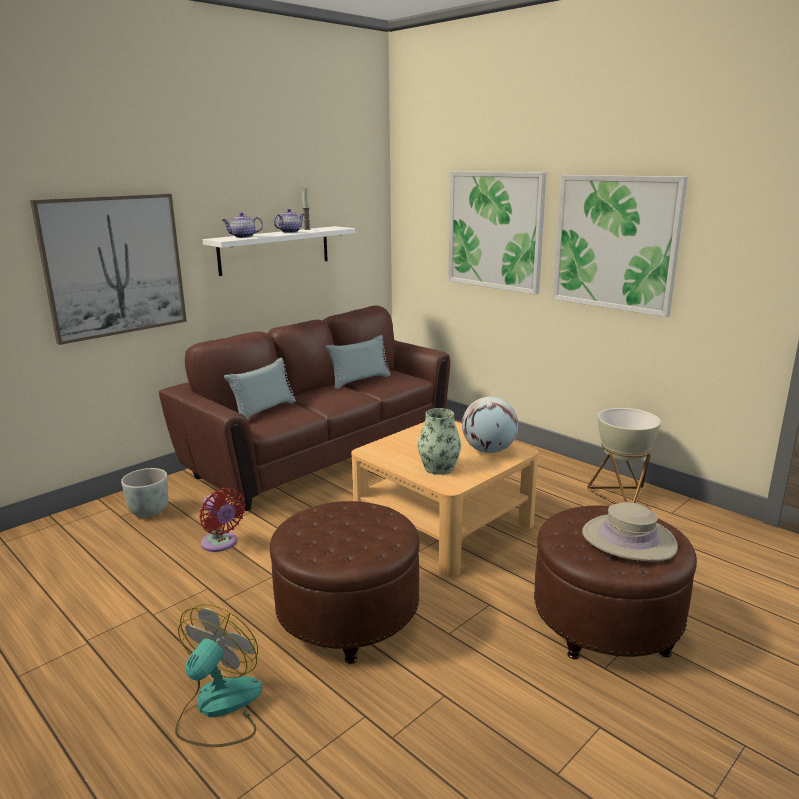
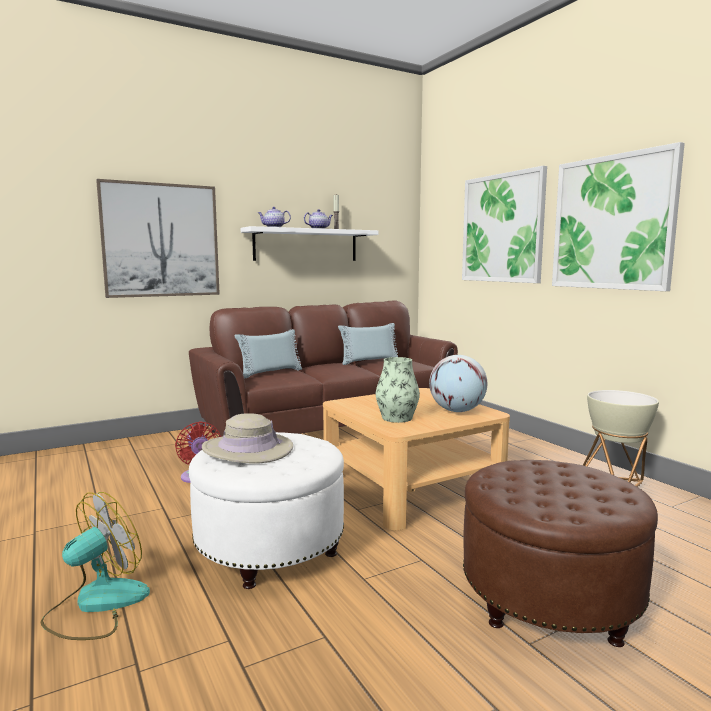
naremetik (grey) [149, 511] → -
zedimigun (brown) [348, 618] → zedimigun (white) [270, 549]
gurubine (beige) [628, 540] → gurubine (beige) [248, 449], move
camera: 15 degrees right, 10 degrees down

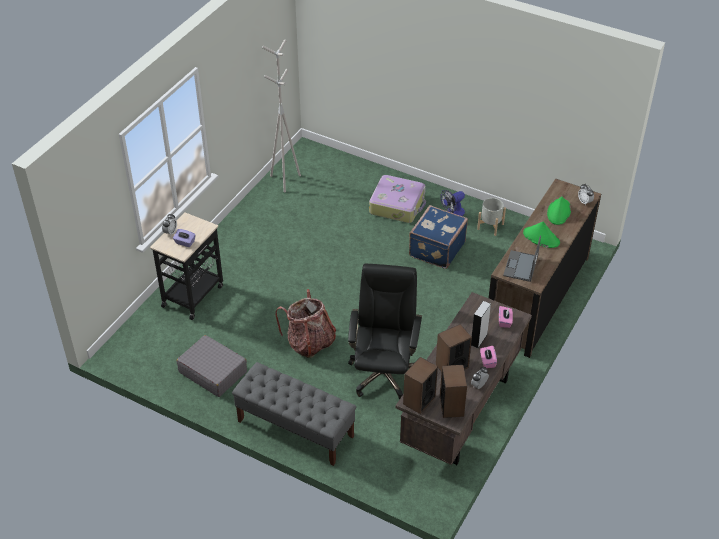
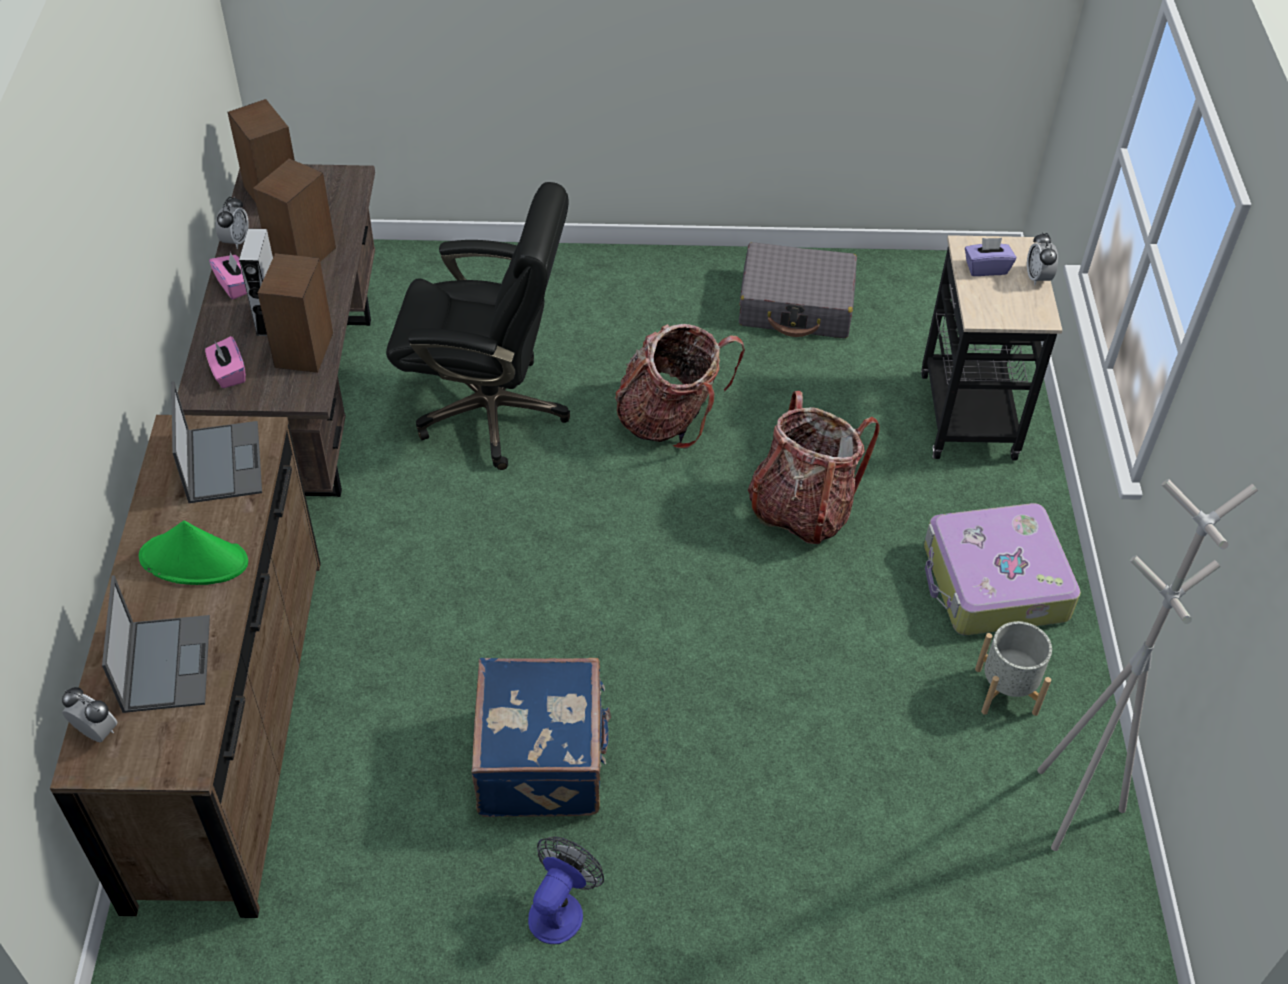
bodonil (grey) [295, 428] → -
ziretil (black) [383, 376] → ziretil (black) [488, 412], 60 degrees counterclockwise
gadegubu [397, 205] → gadegubu [993, 583], move
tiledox [419, 400] → tiledox [304, 350], move
naremetik (grey) [490, 226] → naremetik (grey) [1006, 691], move
gurubine (green) [558, 212] → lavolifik [166, 662]
- → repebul [801, 508]
camera: 150 degrees right, 5 degrees up

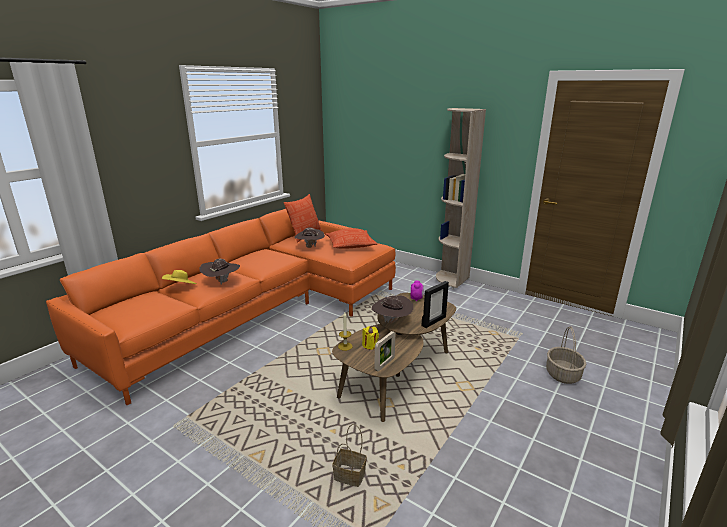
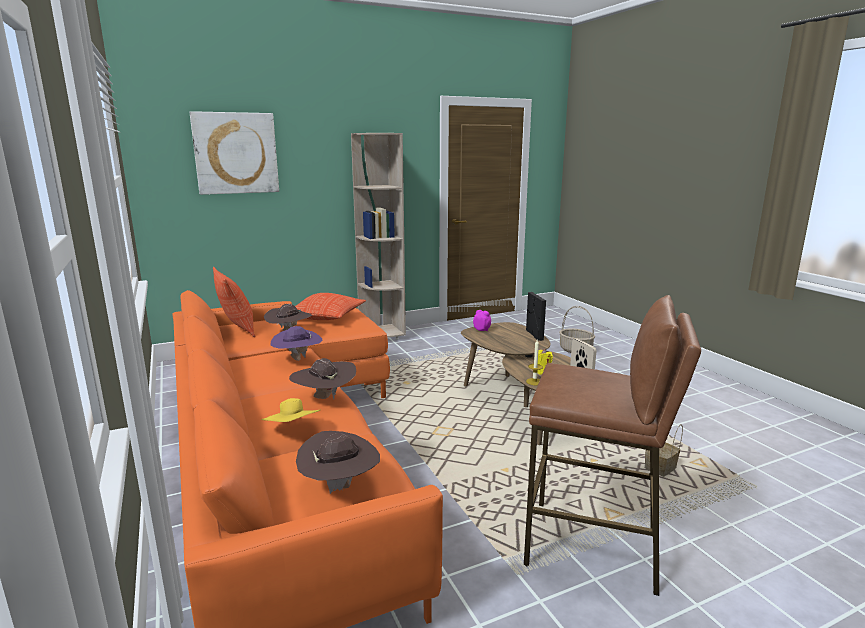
gurubine (brown) [392, 322] → gurubine (brown) [340, 486], move
- → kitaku [236, 153]
- → gurubine (purple) [298, 360]
- → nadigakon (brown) [593, 546]
camera: 60 degrees left, 5 degrees down

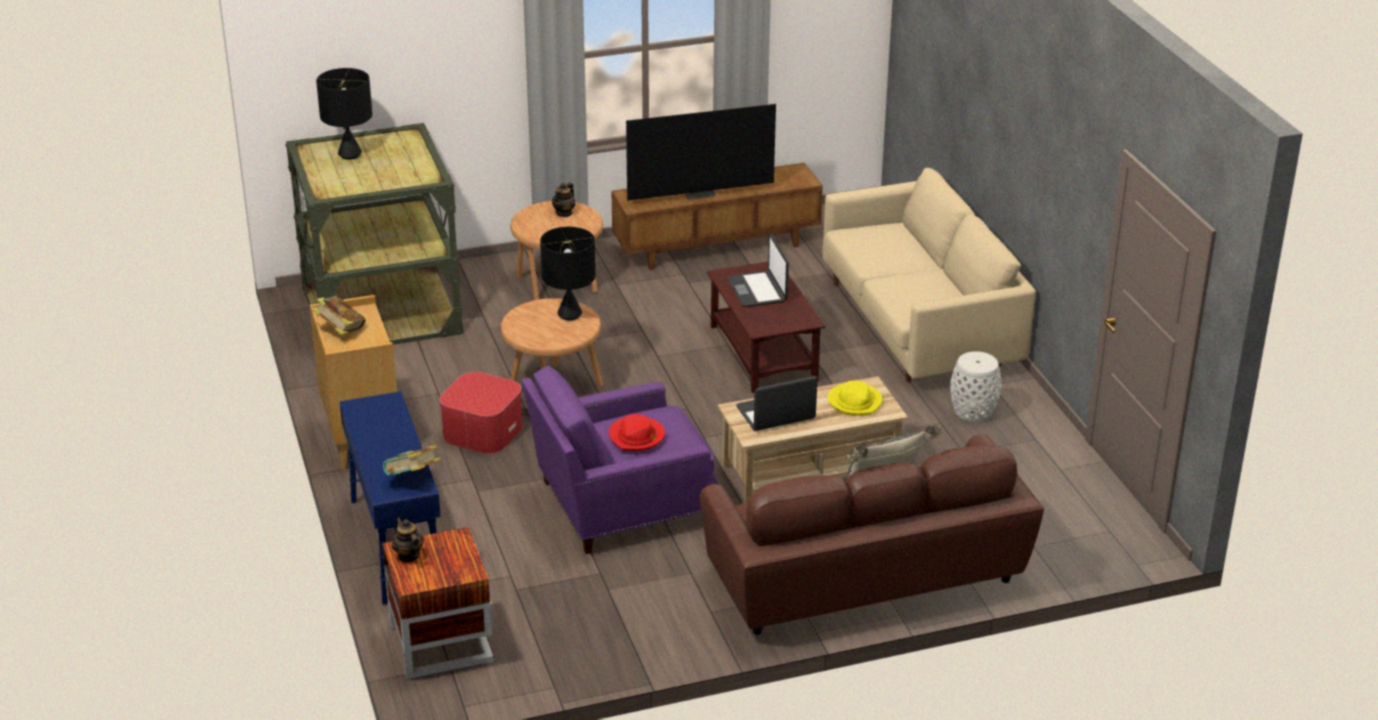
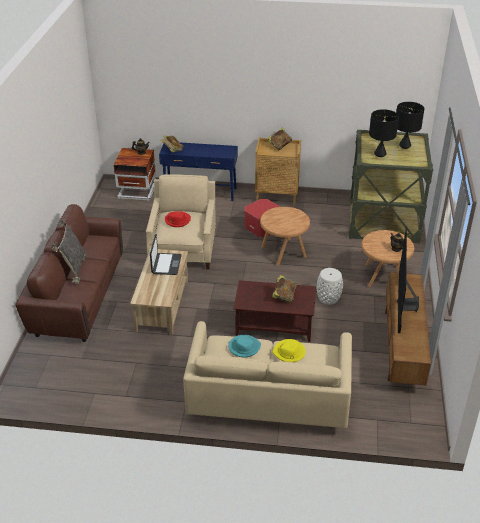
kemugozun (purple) [622, 503] → kemugozun (beige) [183, 248]
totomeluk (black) [570, 315] → totomeluk (black) [380, 154], move
lavolifik [757, 290] → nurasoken [284, 297]
gurubine (yellow) [855, 402] → gurubine (yellow) [289, 352], move
nadigakon (white) [973, 411] → nadigakon (white) [328, 298], move
- → gurubine (turquoise) [244, 347]
camera: 115 degrees right, 5 degrees up

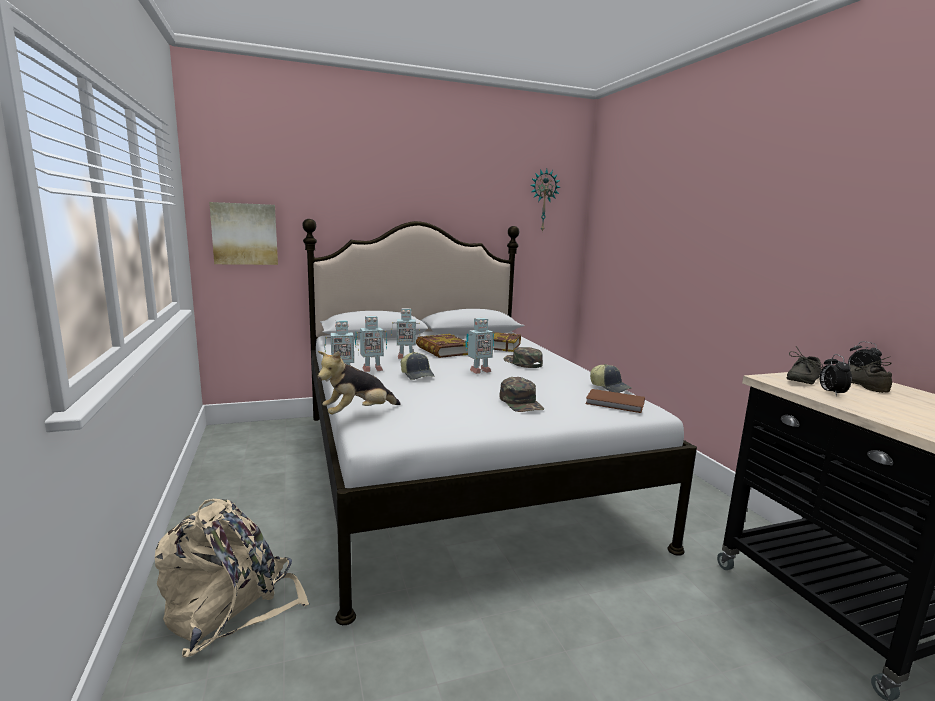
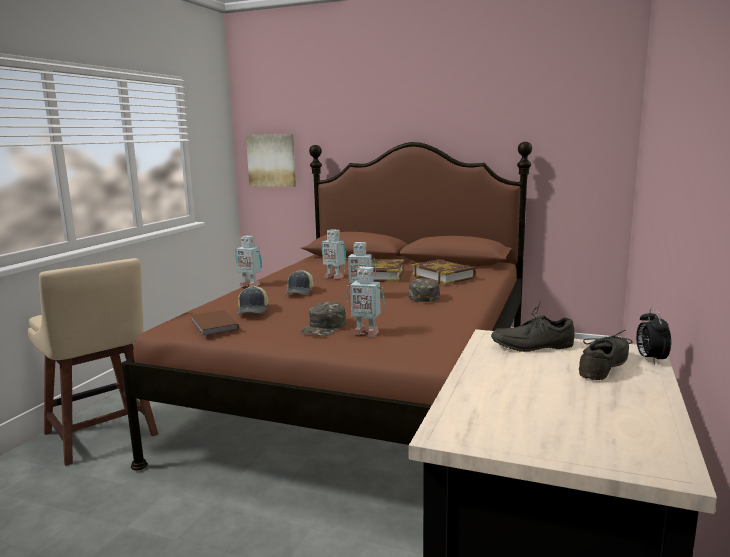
repebul (beige) [231, 608] → nadigakon (beige) [101, 436]
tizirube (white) [454, 471] → tizirube (brown) [365, 397]
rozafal [358, 414] → -
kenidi [371, 369] → kenidi [365, 332], move
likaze [543, 200] → -
nurasoken (brown) [615, 403] → nurasoken (brown) [213, 325], move
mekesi [610, 387] → mekesi [253, 310], move
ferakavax [831, 393] → -
camera: 40 degrees right, 0 degrees up

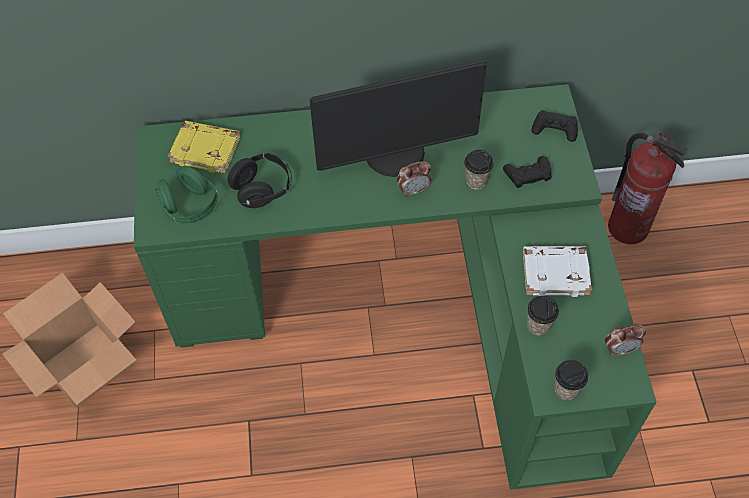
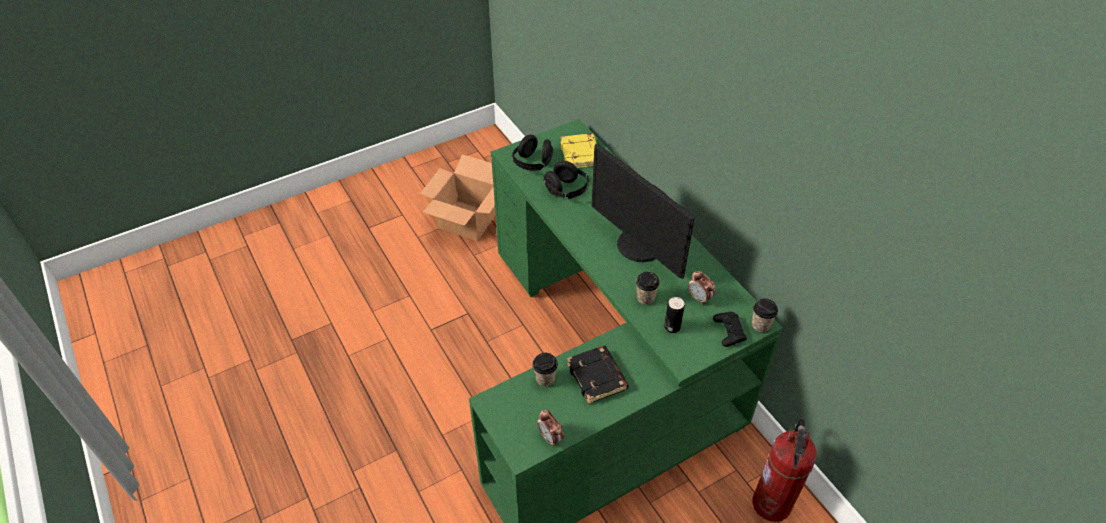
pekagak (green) [190, 207] → pekagak (black) [533, 163]
ferakavax [413, 190] → ferakavax [699, 298], move
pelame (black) [528, 174] → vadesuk [672, 327]
nurasoken (white) [556, 273] → nurasoken (black) [598, 377]
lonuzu [566, 389] → lonuzu [760, 325], move
camera: 65 degrees right, 10 degrees down

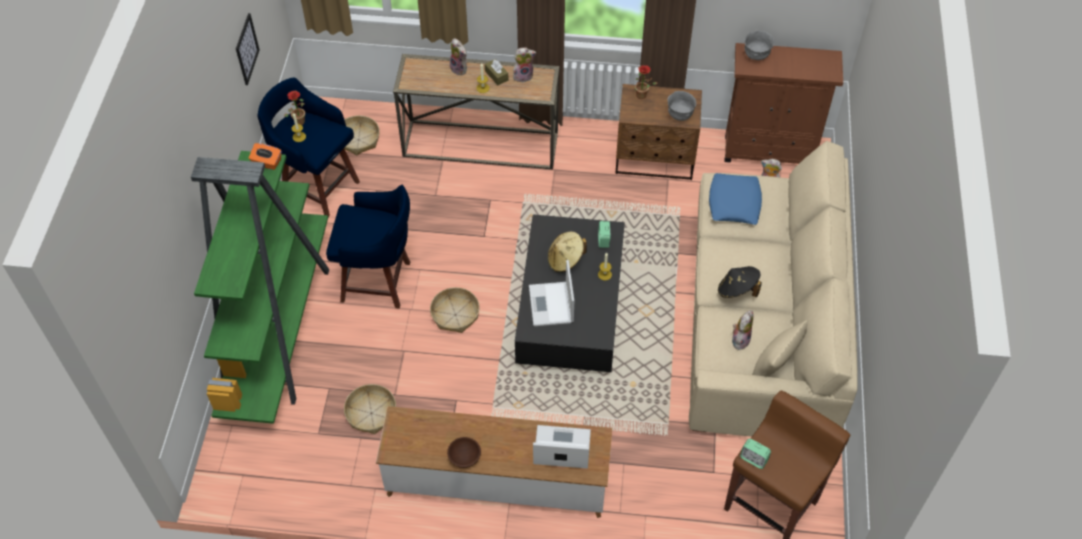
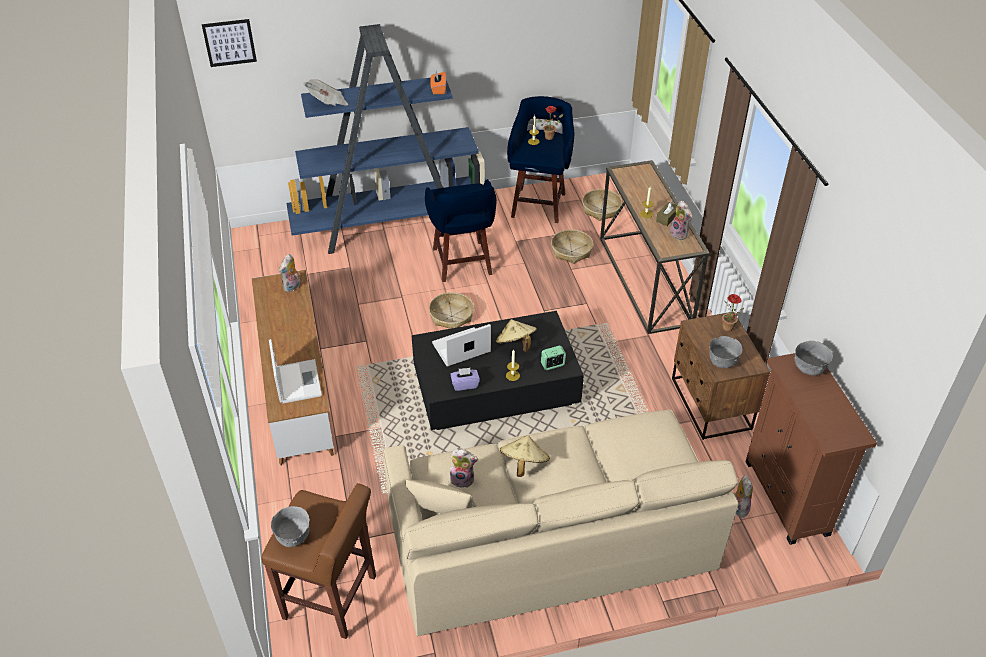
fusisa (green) [278, 328] → fusisa (blue) [393, 225]
kitaku [247, 49] → kitaku [229, 42], move
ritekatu [371, 413] → ritekatu [571, 251], move
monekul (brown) [465, 457] → -
rozafal [460, 69] → rozafal [292, 287], move
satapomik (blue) [734, 203] → -
gurubine (black) [737, 290] → gurubine (beige) [523, 464]
ferakavax [753, 459] → -
- → monekul (grey) [293, 537]
- → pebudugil [328, 103]
- → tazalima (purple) [465, 384]
camera: 70 degrees right, 10 degrees down

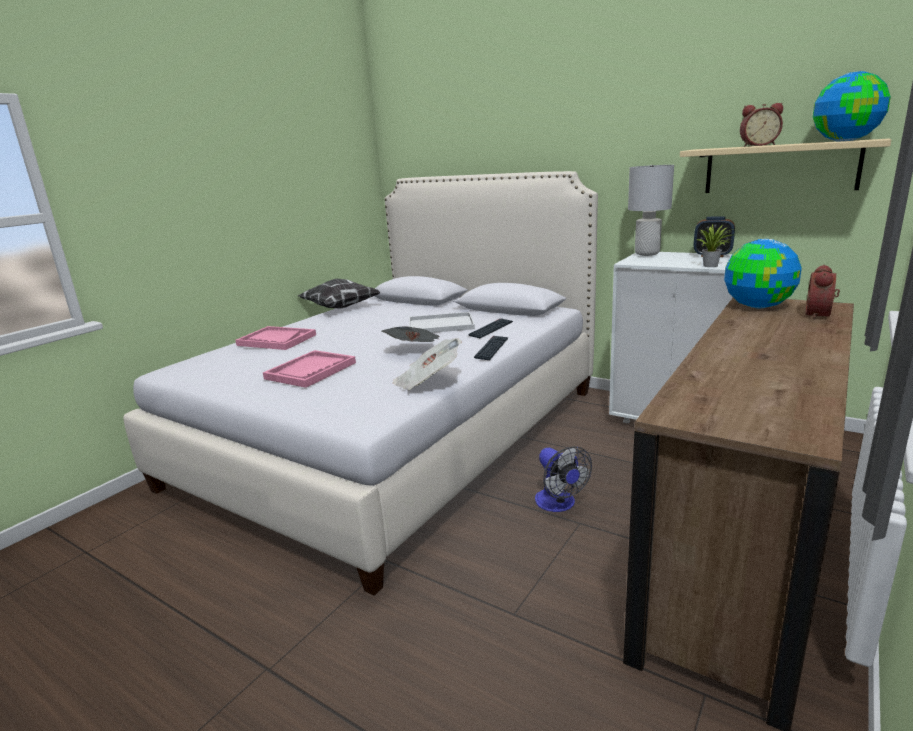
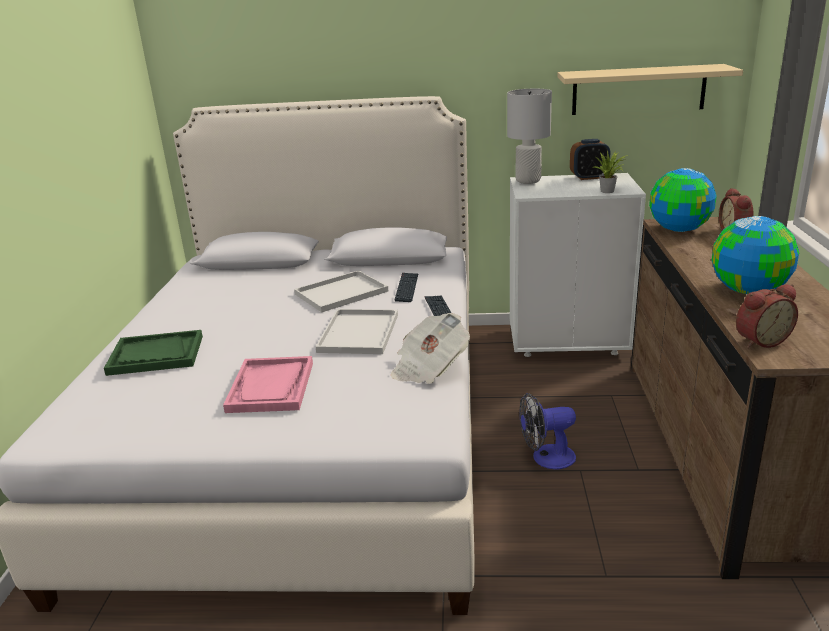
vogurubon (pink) [276, 340] → vogurubon (green) [156, 355]
satapomik [341, 308] → -
pebudugil [414, 350] → vogurubon (white) [358, 332]
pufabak [559, 504] → pufabak [546, 458], 135 degrees clockwise
ferakavax [758, 145] → ferakavax [760, 340], move
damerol [845, 141] → damerol [749, 291], move
camera: 30 degrees left, 5 degrees up

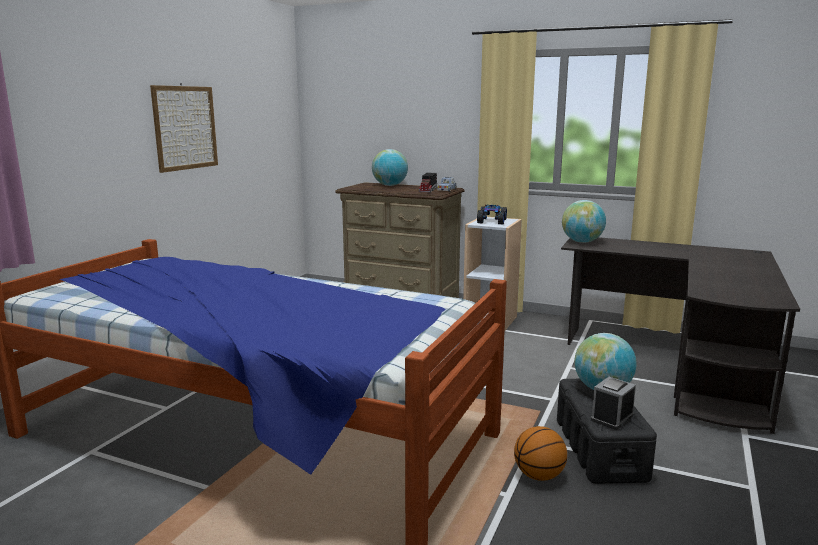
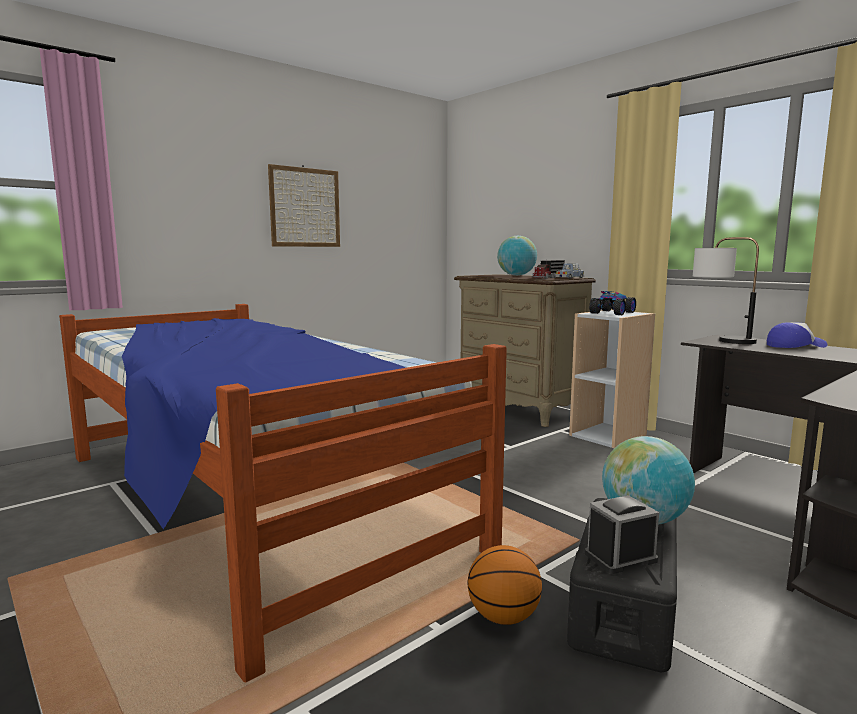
damerol [582, 242] → totomeluk [719, 340]
- → mekesi [795, 346]
camera: 25 degrees right, 5 degrees down

